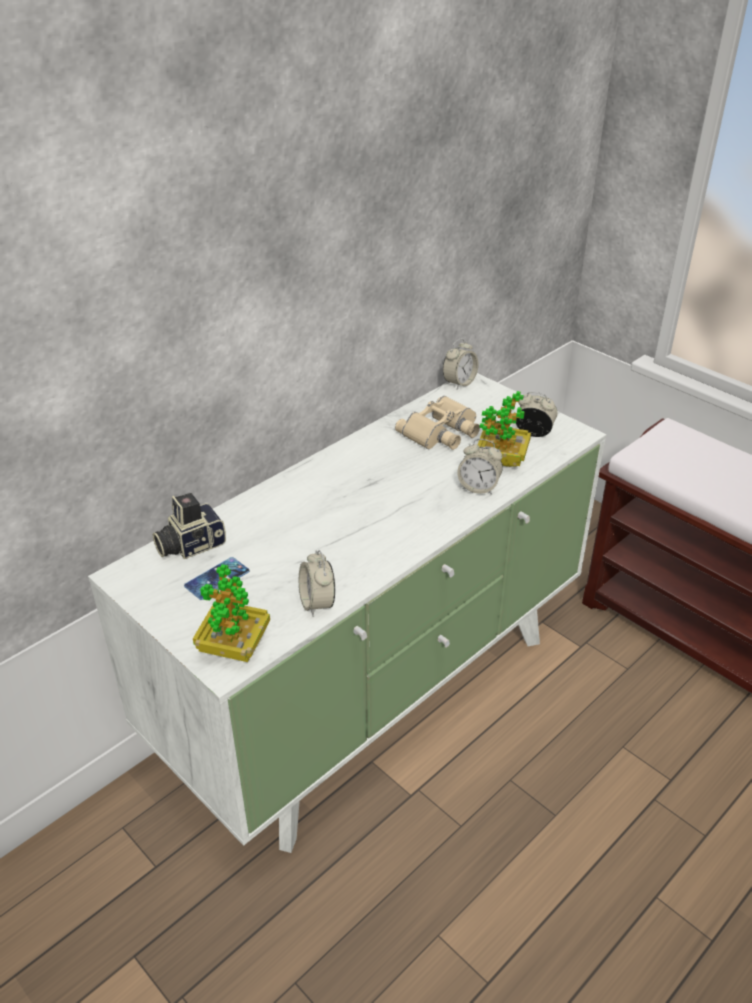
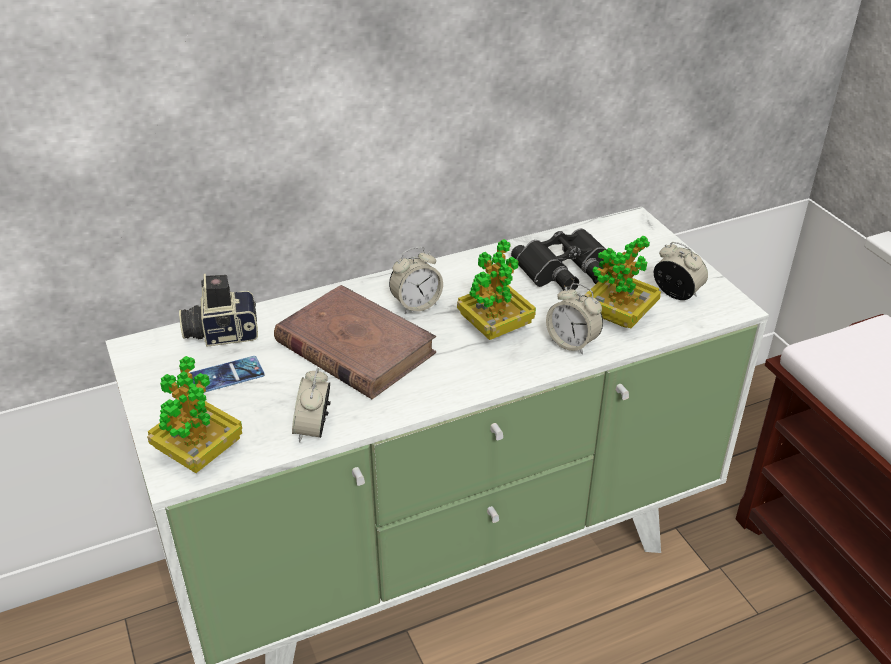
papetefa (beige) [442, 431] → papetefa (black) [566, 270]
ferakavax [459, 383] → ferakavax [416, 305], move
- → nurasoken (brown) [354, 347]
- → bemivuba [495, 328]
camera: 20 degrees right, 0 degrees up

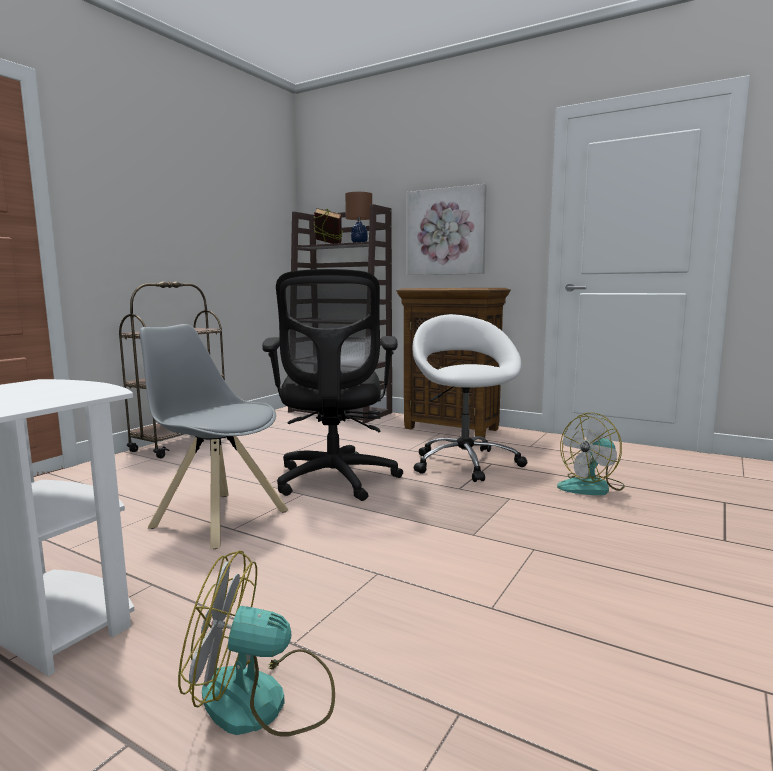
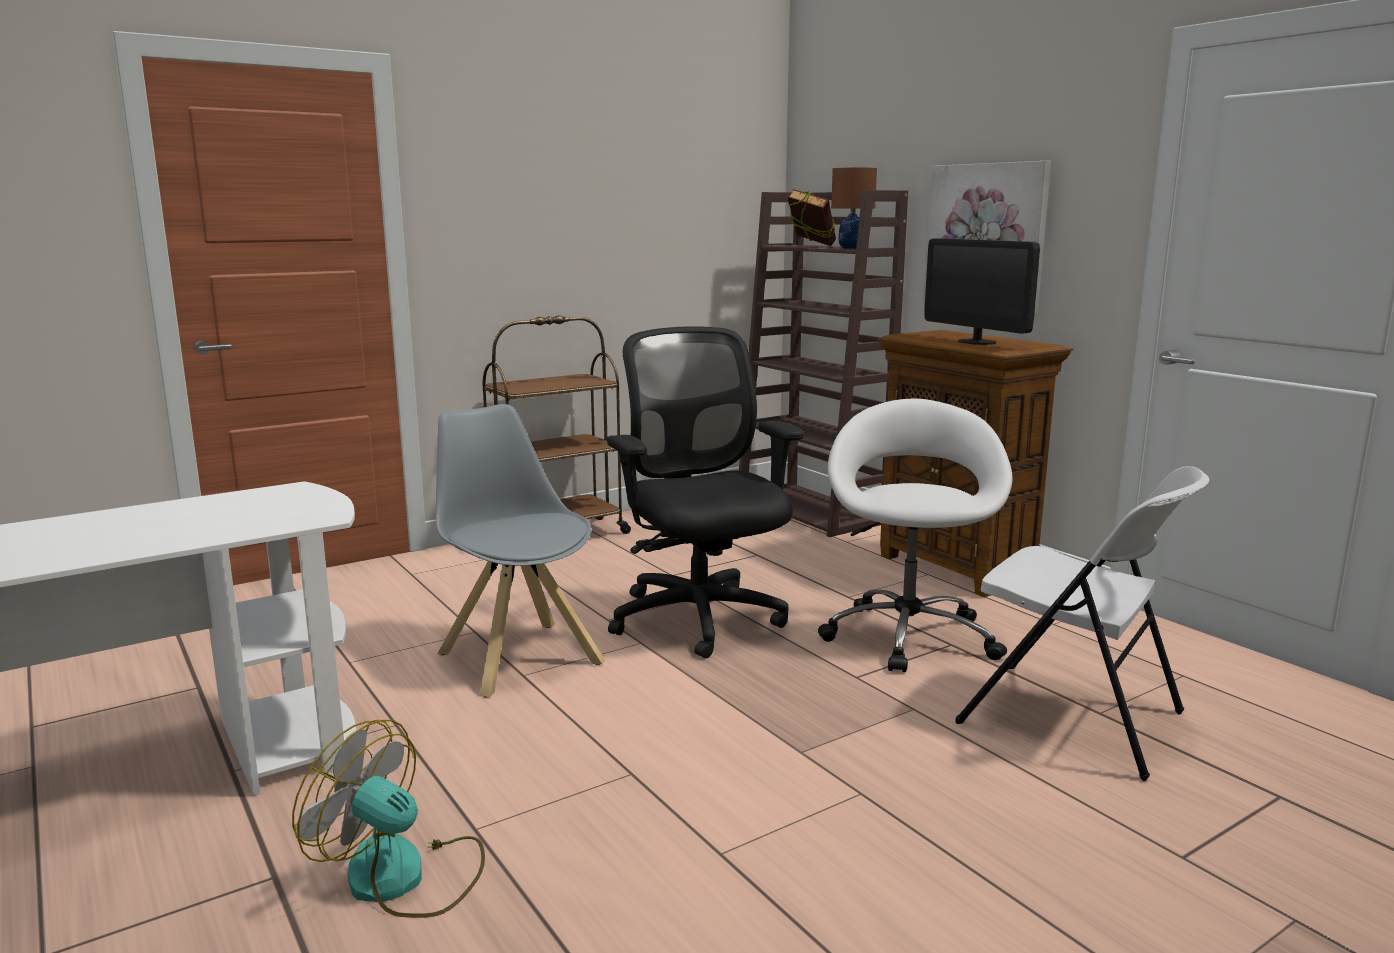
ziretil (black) [334, 476] → ziretil (black) [704, 622], 135 degrees clockwise
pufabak [592, 487] → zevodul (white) [1070, 718]
- → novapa [977, 342]
camera: 25 degrees right, 5 degrees up

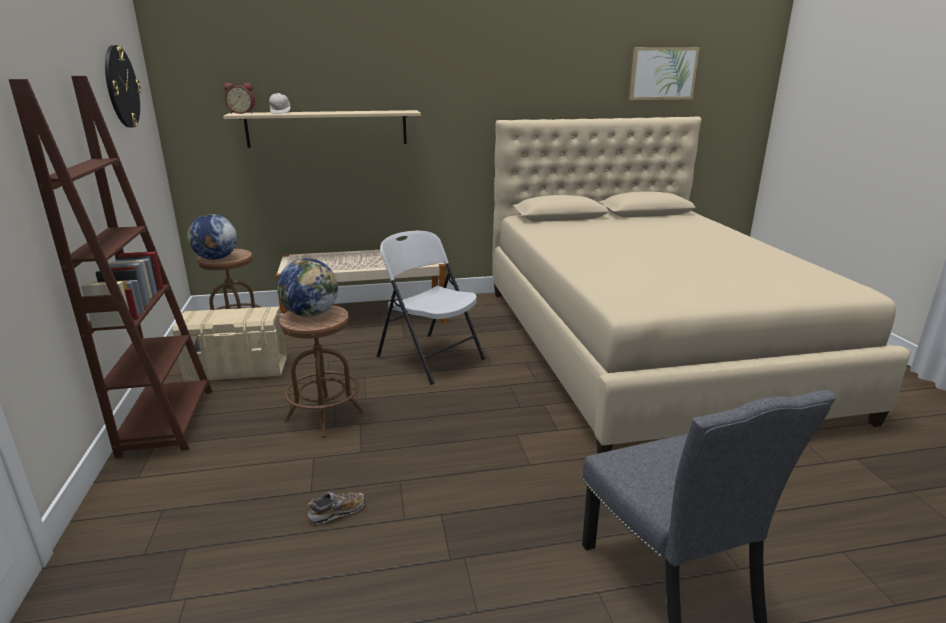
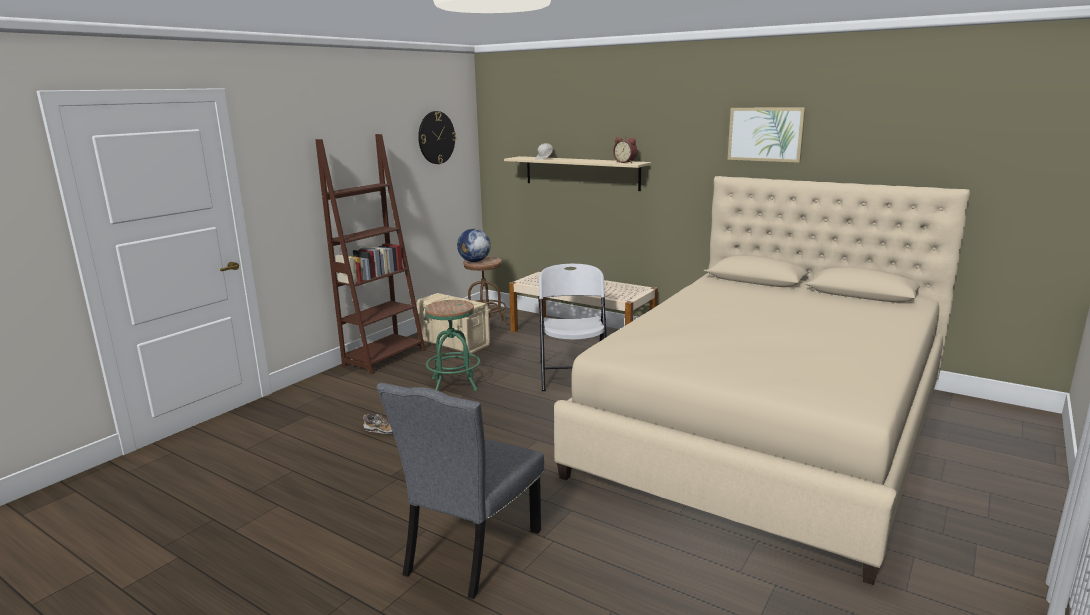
ferakavax [242, 113] → ferakavax [625, 162], move
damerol [311, 314] → -
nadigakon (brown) [325, 416] → nadigakon (green) [454, 384]
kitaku [662, 73] → kitaku [765, 134], move
camera: 45 degrees right, 5 degrees down

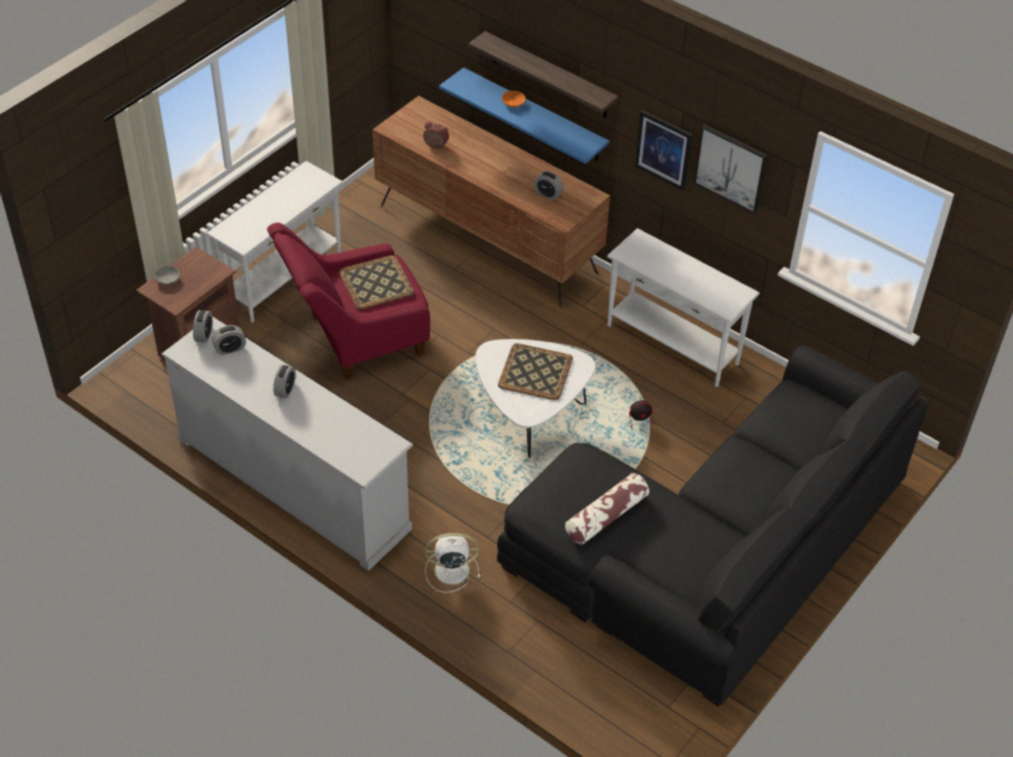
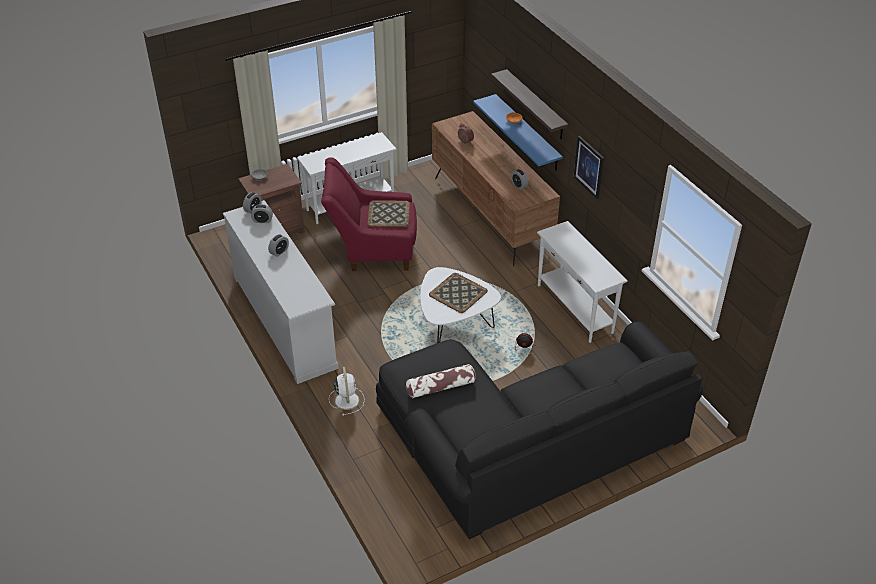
pufabak (white) [450, 570] → pufabak (white) [347, 399], 60 degrees clockwise
kitaku [731, 168] → -
camera: 25 degrees right, 5 degrees down

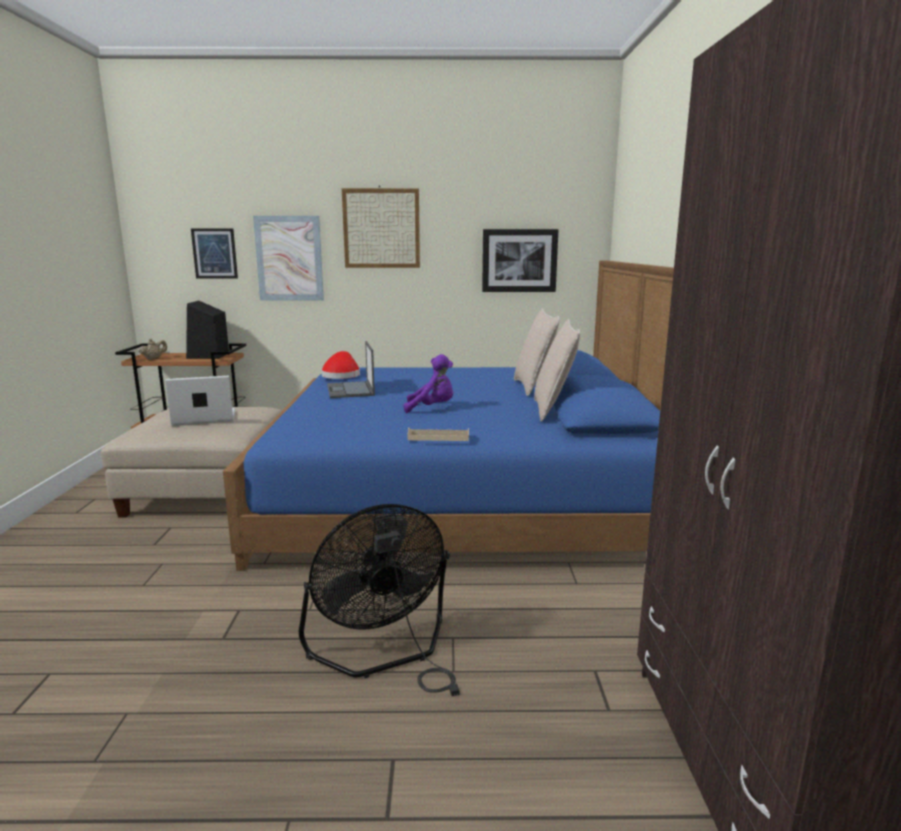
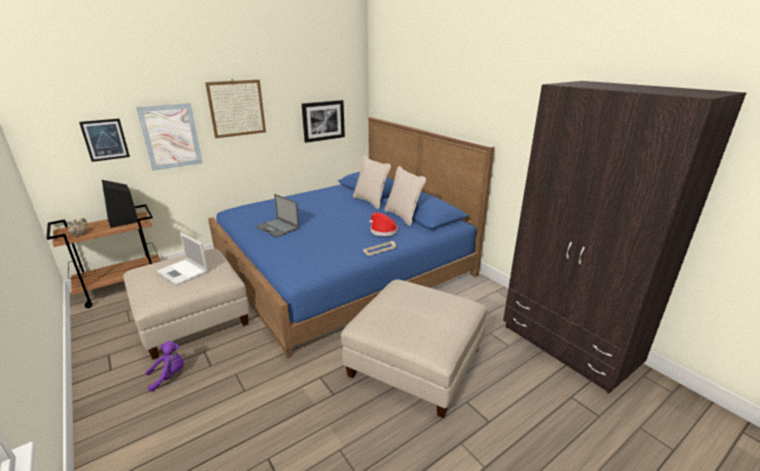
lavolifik [203, 418] → lavolifik [183, 272], 90 degrees counterclockwise
pufabak (black) [392, 653] → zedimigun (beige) [415, 362]
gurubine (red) [341, 375] → gurubine (red) [382, 230], move
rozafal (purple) [432, 408] → rozafal (purple) [169, 375], move
camera: 35 degrees left, 10 degrees up

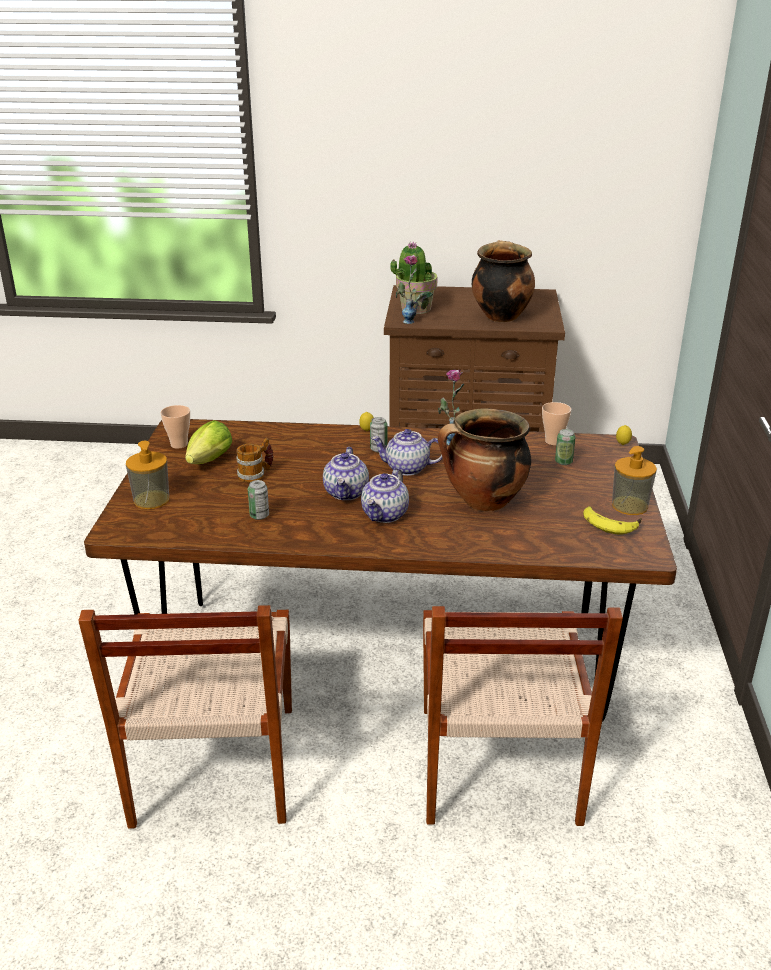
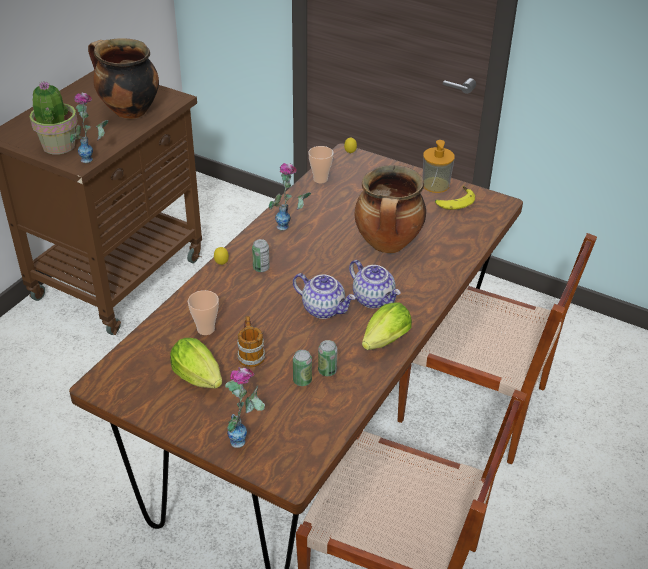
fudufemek [151, 500] → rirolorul [247, 437]
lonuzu [179, 444] → lonuzu [205, 329], move
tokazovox [407, 468] → -
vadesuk [563, 462] → vadesuk [302, 380], move
- → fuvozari [383, 343]
camera: 65 degrees left, 10 degrees up

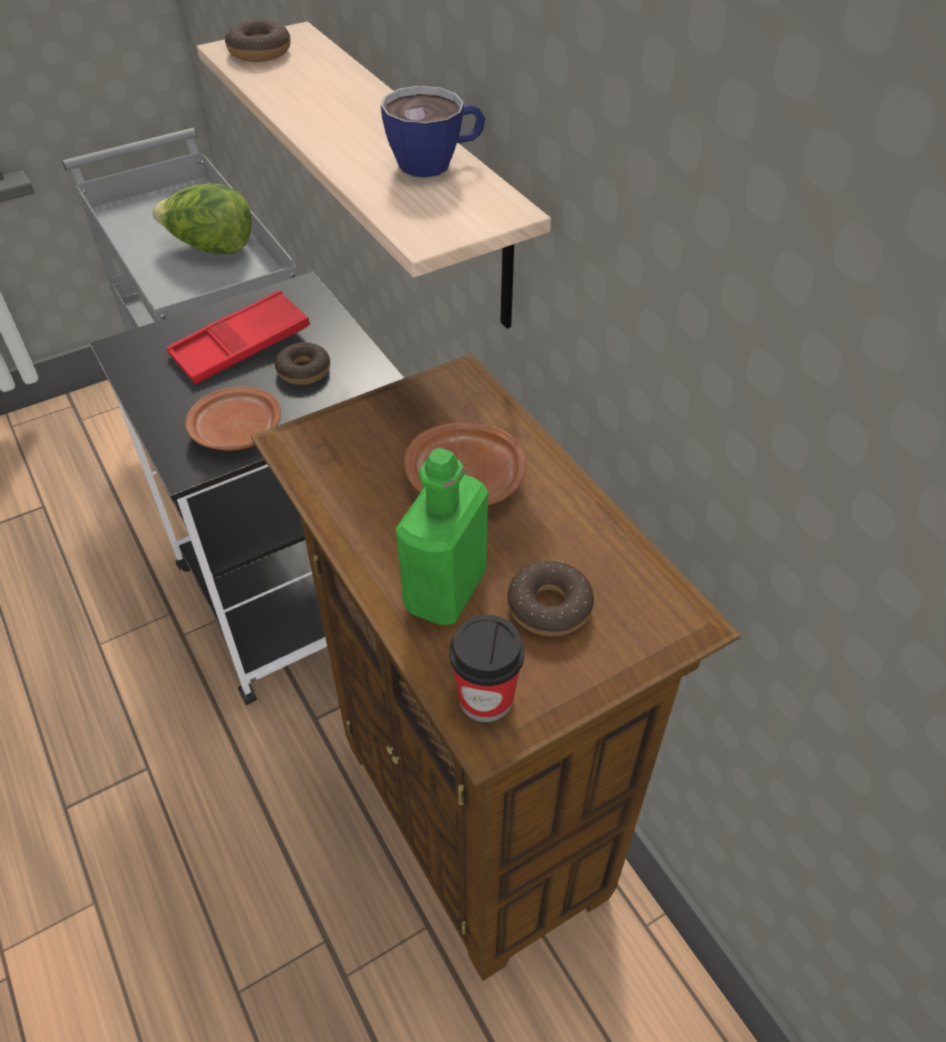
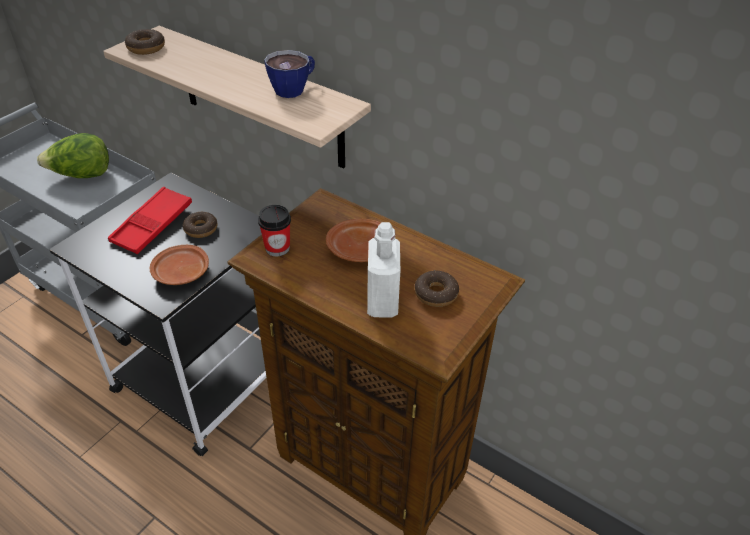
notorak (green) [445, 590] → notorak (white) [382, 302]
lonuzu [485, 698] → lonuzu [277, 248], move
camera: 25 degrees left, 5 degrees down

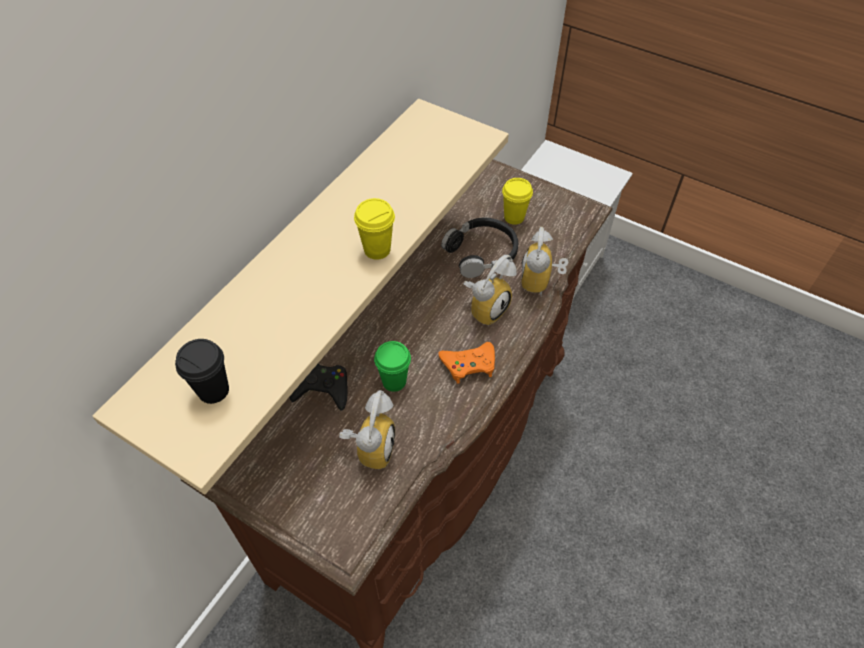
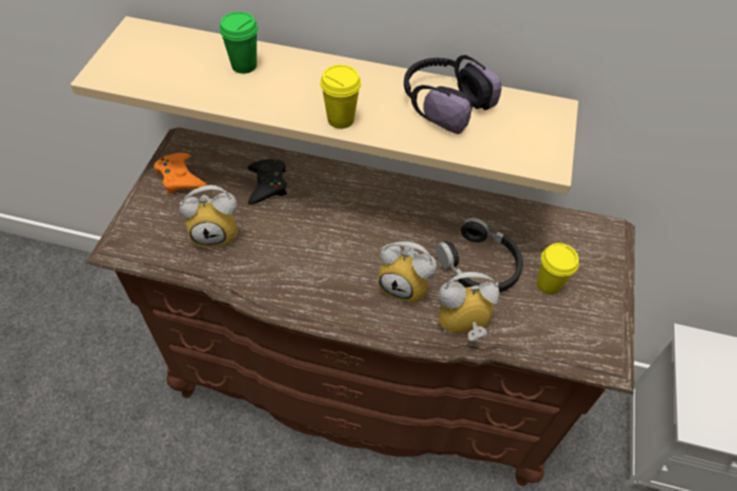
lonuzu (black) [213, 390] → -
lonuzu (green) [394, 381] → lonuzu (green) [244, 65], move
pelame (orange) [469, 364] → pelame (orange) [180, 177], move
- → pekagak [444, 103]
camera: 70 degrees right, 0 degrees up

